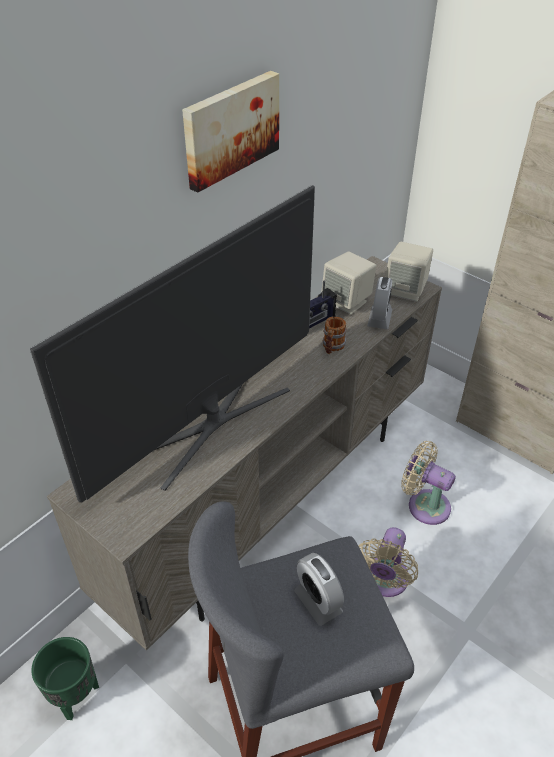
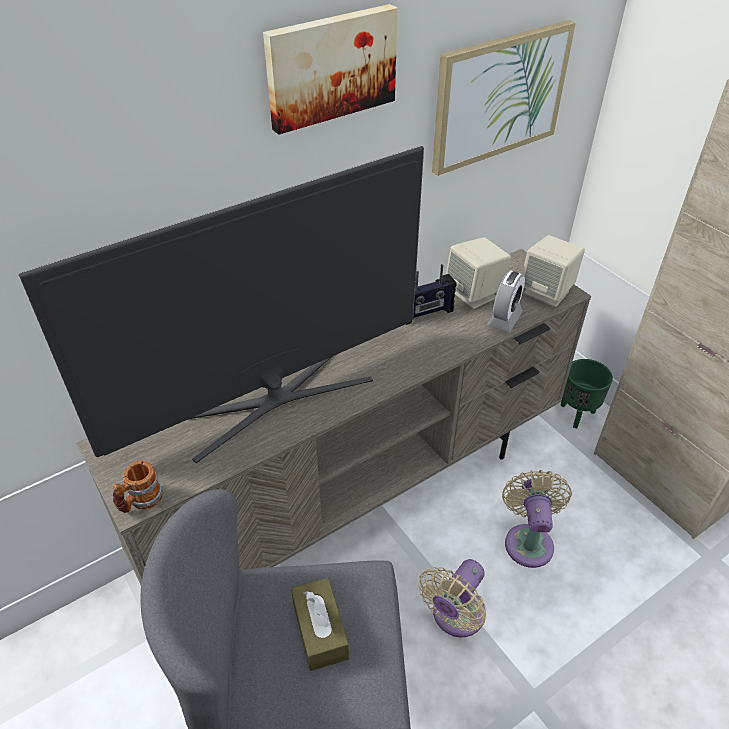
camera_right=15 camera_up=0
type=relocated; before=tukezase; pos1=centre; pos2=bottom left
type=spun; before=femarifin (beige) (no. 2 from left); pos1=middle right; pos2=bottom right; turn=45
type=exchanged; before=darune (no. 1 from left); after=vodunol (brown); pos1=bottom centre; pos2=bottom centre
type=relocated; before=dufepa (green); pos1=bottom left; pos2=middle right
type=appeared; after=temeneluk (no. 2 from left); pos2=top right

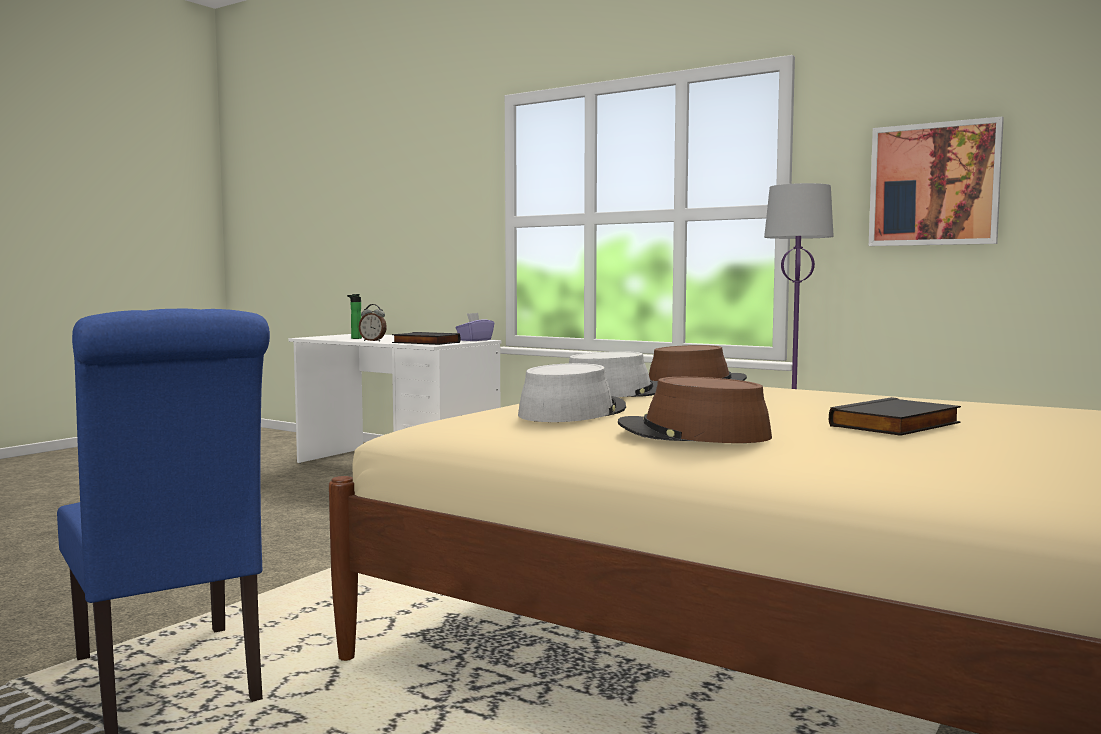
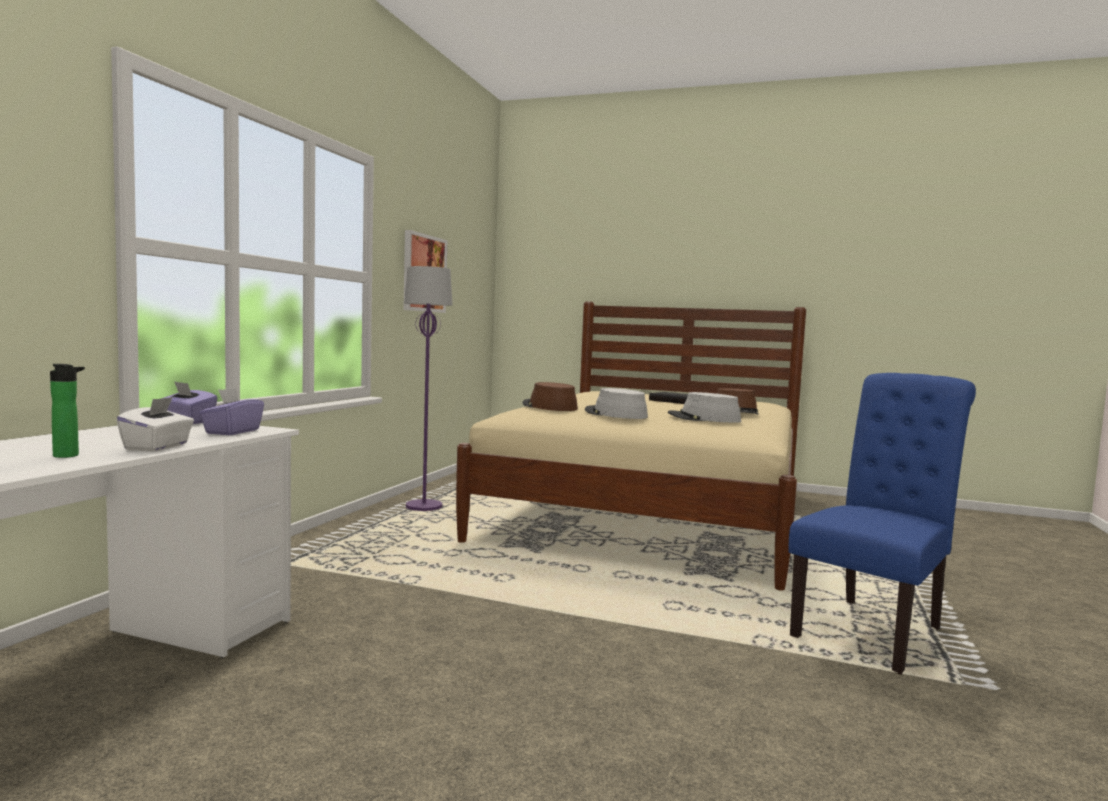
camera_right=-105 camera_up=0
type=exchanged; before=darune; after=vodunol (white); pos1=centre; pos2=middle left
type=exchanged; before=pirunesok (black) (no. 1 from left); after=vodunol (purple) (no. 2 from left); pos1=centre; pos2=middle left

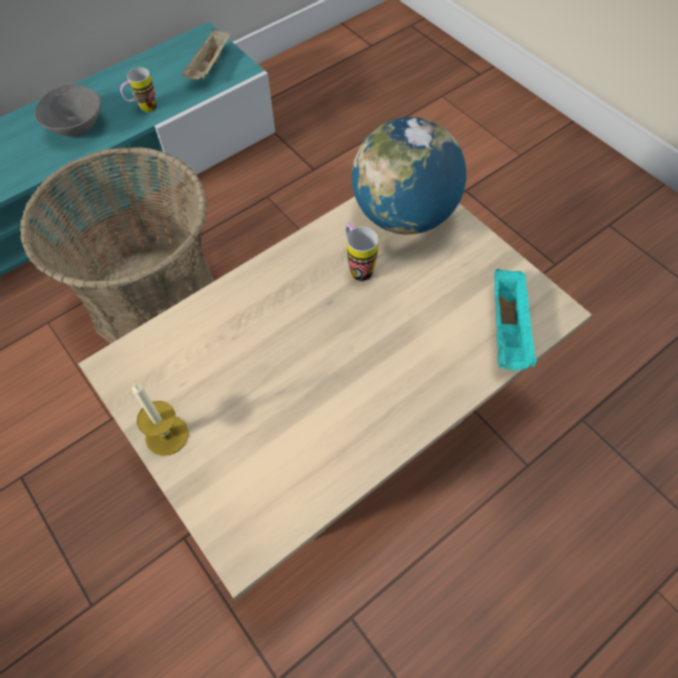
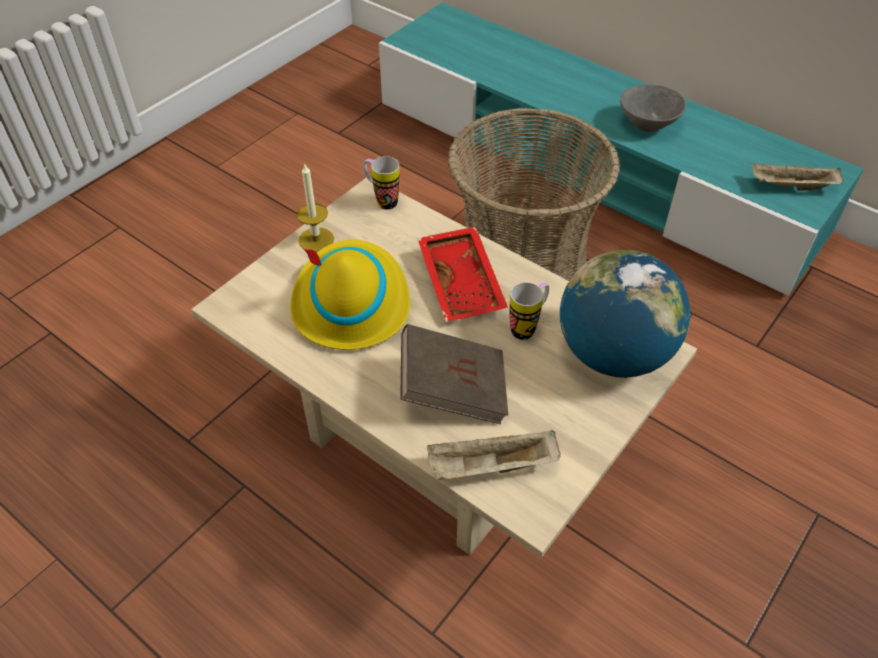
camera_right=75 camera_up=-10
type=relocated; before=tukezase (no. 1 from left); pos1=top left; pos2=top centre
type=colour; before=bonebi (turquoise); after=bonebi (beige) (no. 1 from left); pos1=middle right; pos2=bottom centre
type=appeared; after=bonebi (red); pos2=centre
type=appeared; after=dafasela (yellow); pos2=centre
type=appeared; after=pirunesok (brown); pos2=centre

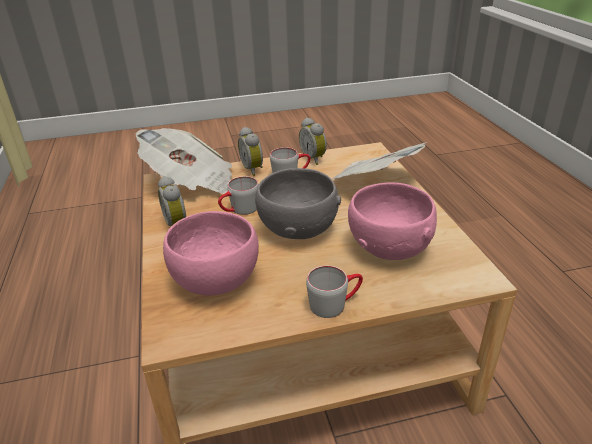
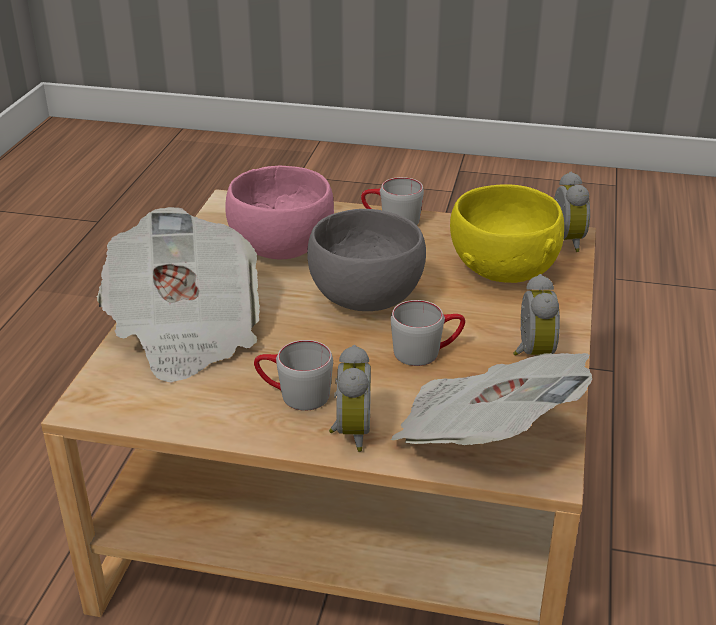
camera_right=-155 camera_up=0
type=relocated; before=darune (no. 3 from left); pos1=top centre; pos2=middle right
type=colour; before=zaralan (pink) (no. 1 from left); after=zaralan (yellow); pos1=centre; pos2=middle right

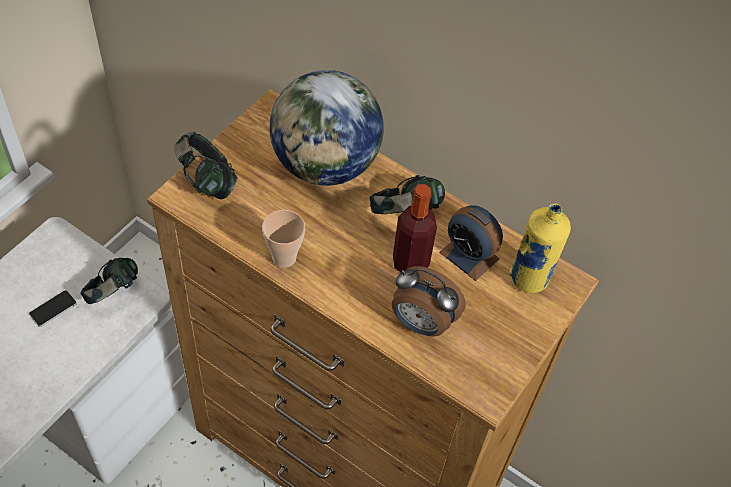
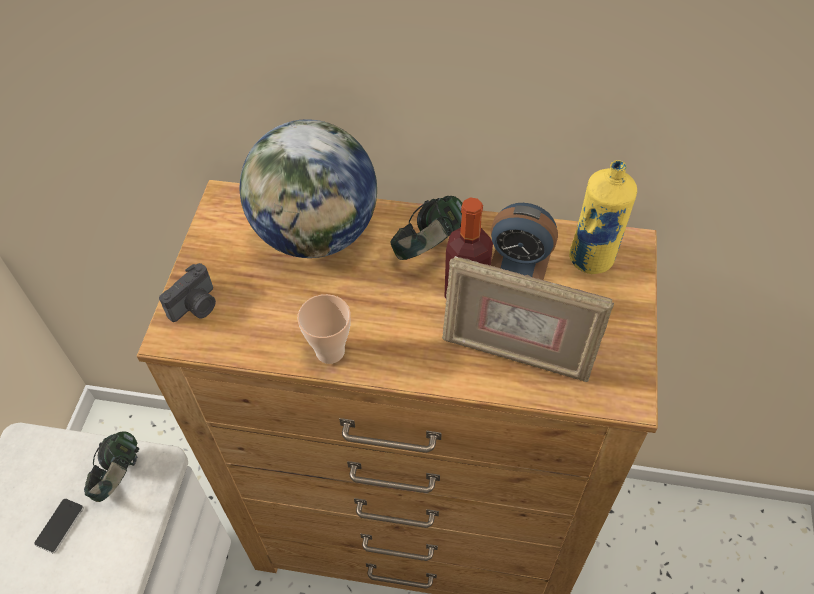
camera_right=-20 camera_up=0
type=exchanged; before=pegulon (no. 2 from left); after=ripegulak; pos1=middle left; pos2=middle left
type=exchanged; before=darune (no. 1 from left); after=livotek; pos1=centre; pos2=centre

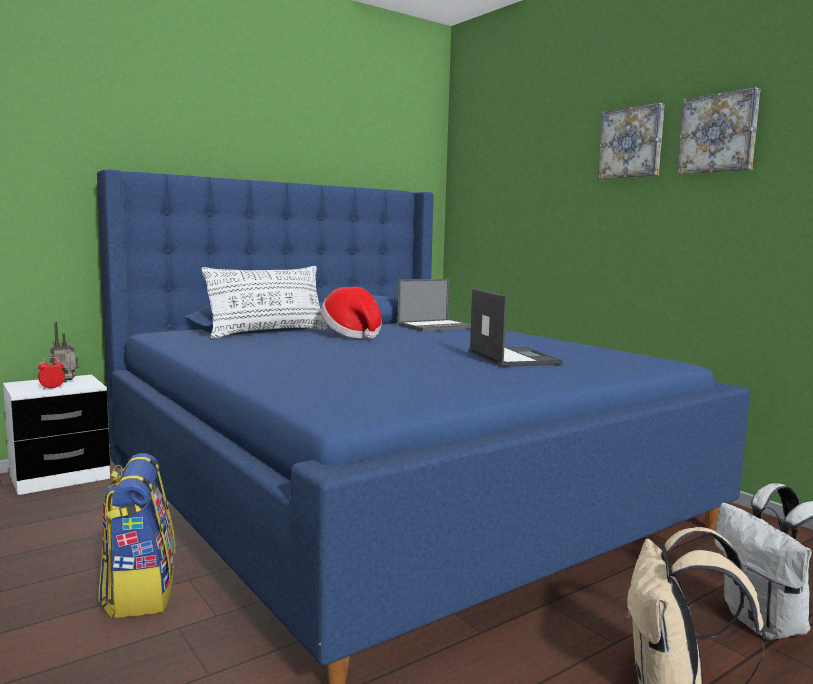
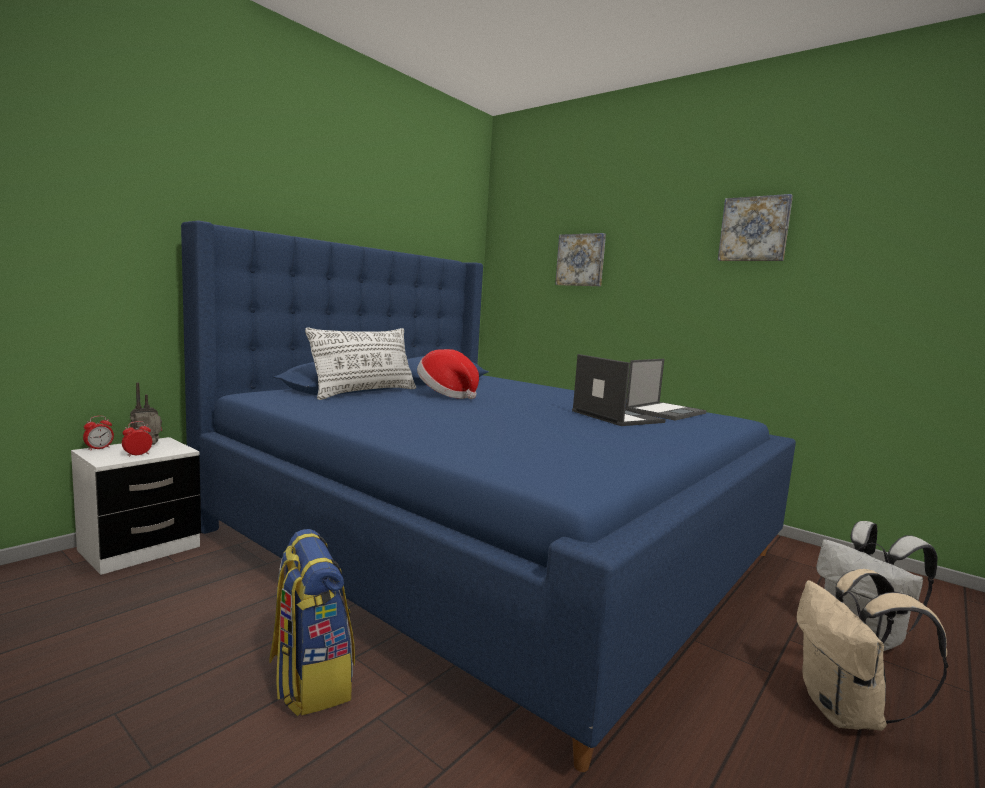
camera_right=-15 camera_up=0
type=relocated; before=temeneluk (no. 1 from left); pos1=top right; pos2=top centre
type=relocated; before=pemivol (no. 1 from left in the first image); after=pemivol (no. 2 from left); pos1=centre; pos2=middle right
type=appeared; after=darune (no. 1 from left); pos2=middle left

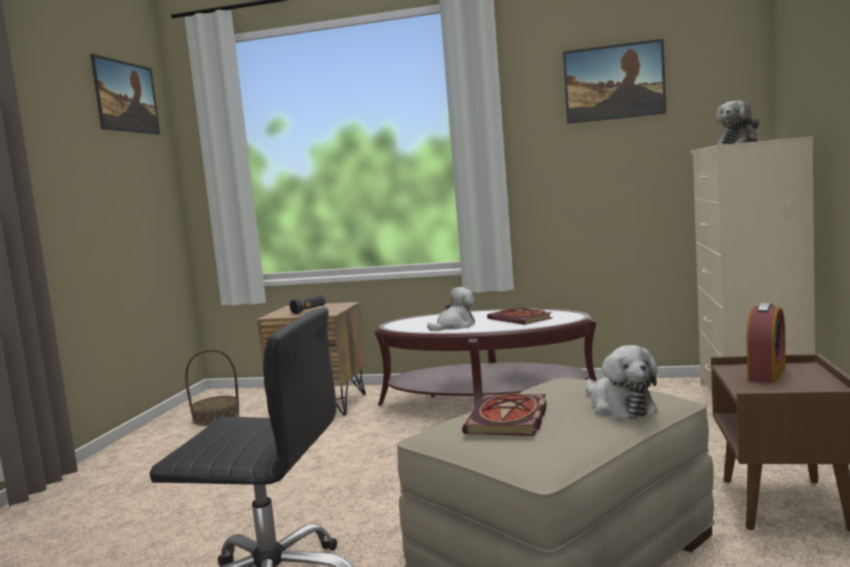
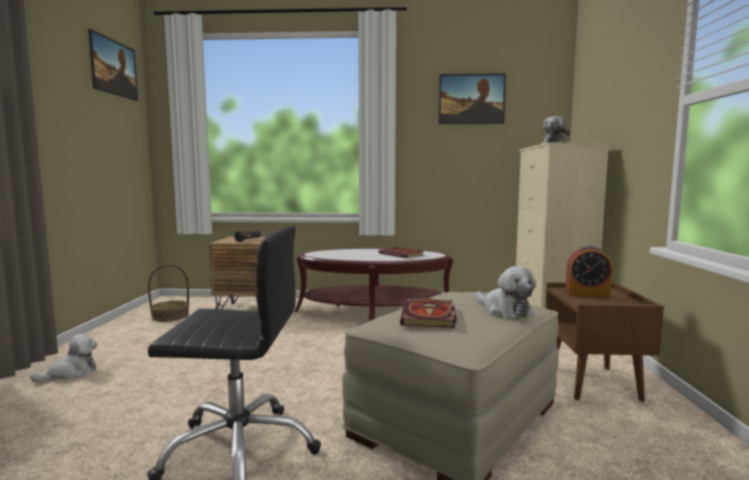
camera_right=-10 camera_up=0
type=relocated; before=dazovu (no. 1 from left); pos1=centre; pos2=bottom left
type=spun; before=darune; pos1=middle right; pos2=middle right; turn=75

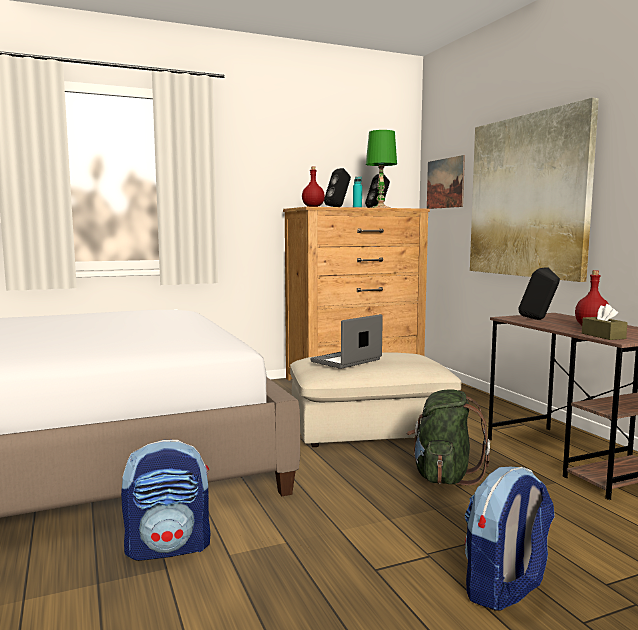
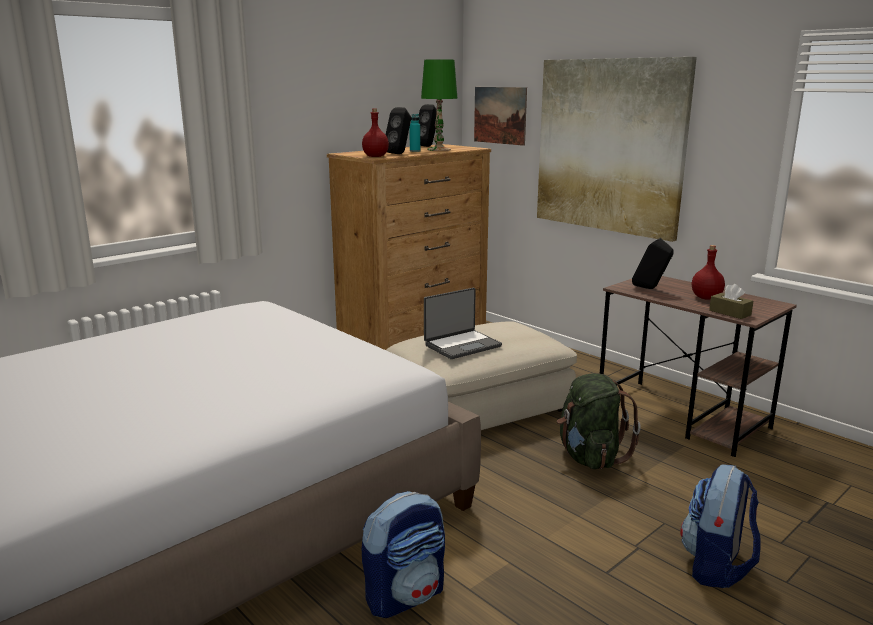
camera_right=-20 camera_up=10
type=spun; before=pemivol; pos1=centre; pos2=centre; turn=-150

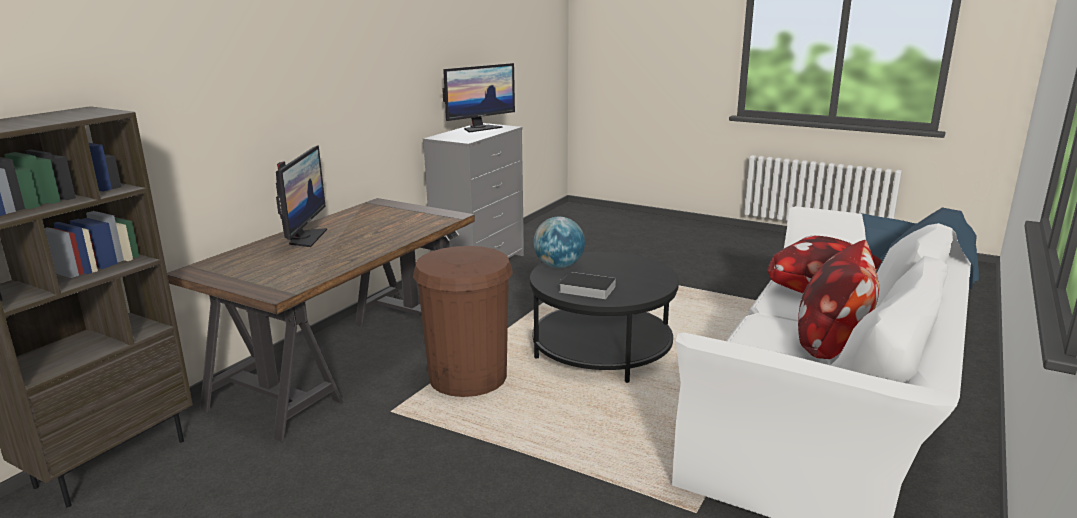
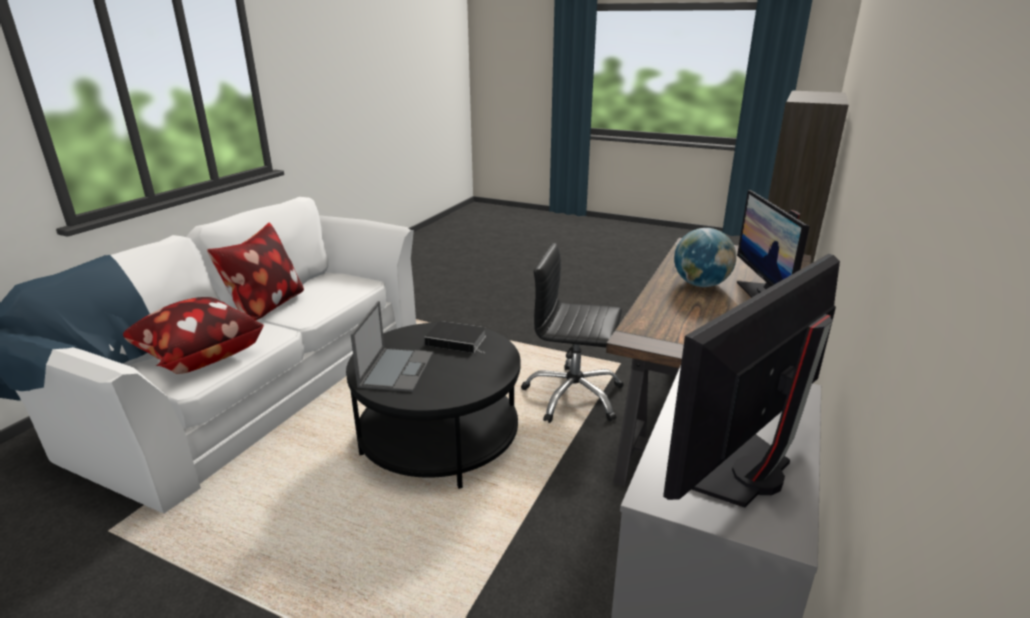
camera_right=175 camera_up=5
type=relocated; before=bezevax; pos1=centre; pos2=middle right
type=exchanged; before=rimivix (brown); after=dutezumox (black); pos1=centre; pos2=centre
type=appeared; after=pemivol; pos2=centre

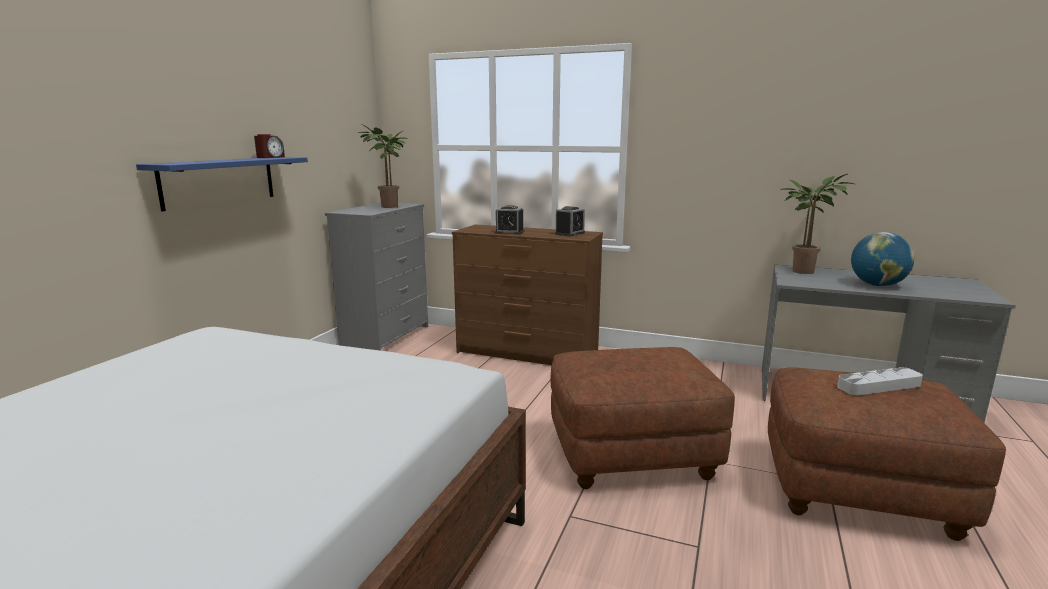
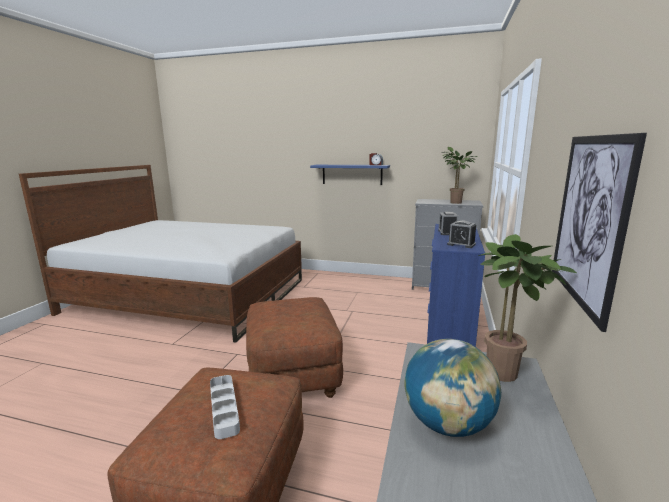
camera_right=85 camera_up=0
type=colour; before=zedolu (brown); after=zedolu (blue); pos1=centre; pos2=middle right
type=appeared; after=temeneluk; pos2=middle right

